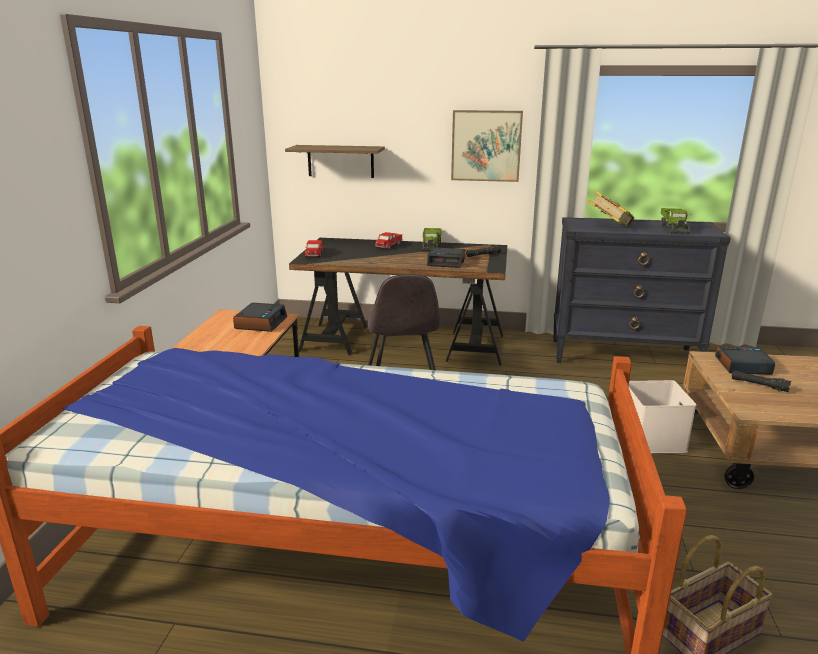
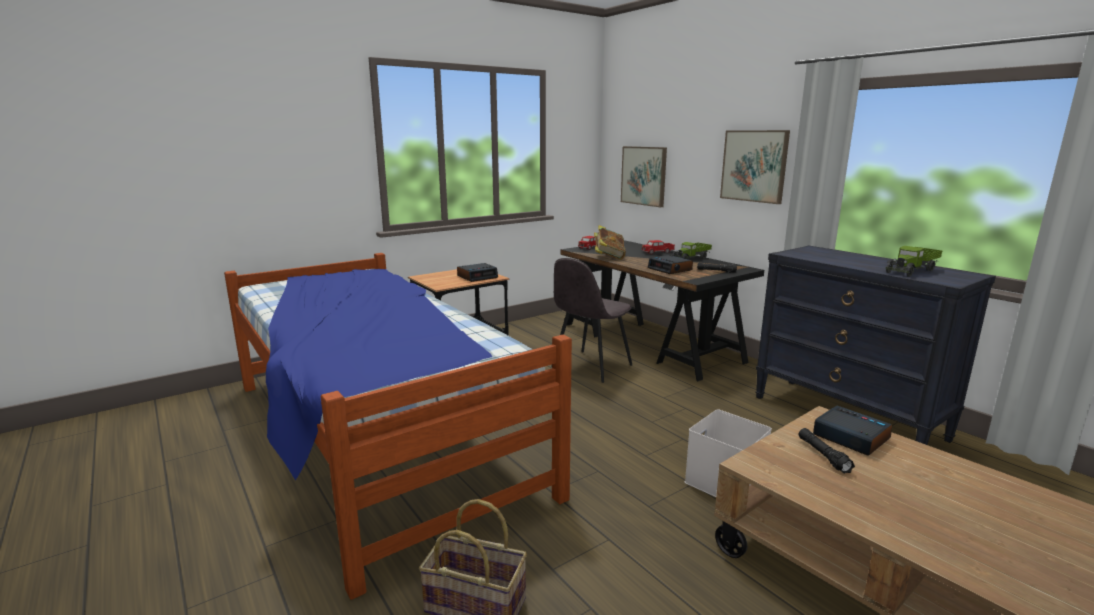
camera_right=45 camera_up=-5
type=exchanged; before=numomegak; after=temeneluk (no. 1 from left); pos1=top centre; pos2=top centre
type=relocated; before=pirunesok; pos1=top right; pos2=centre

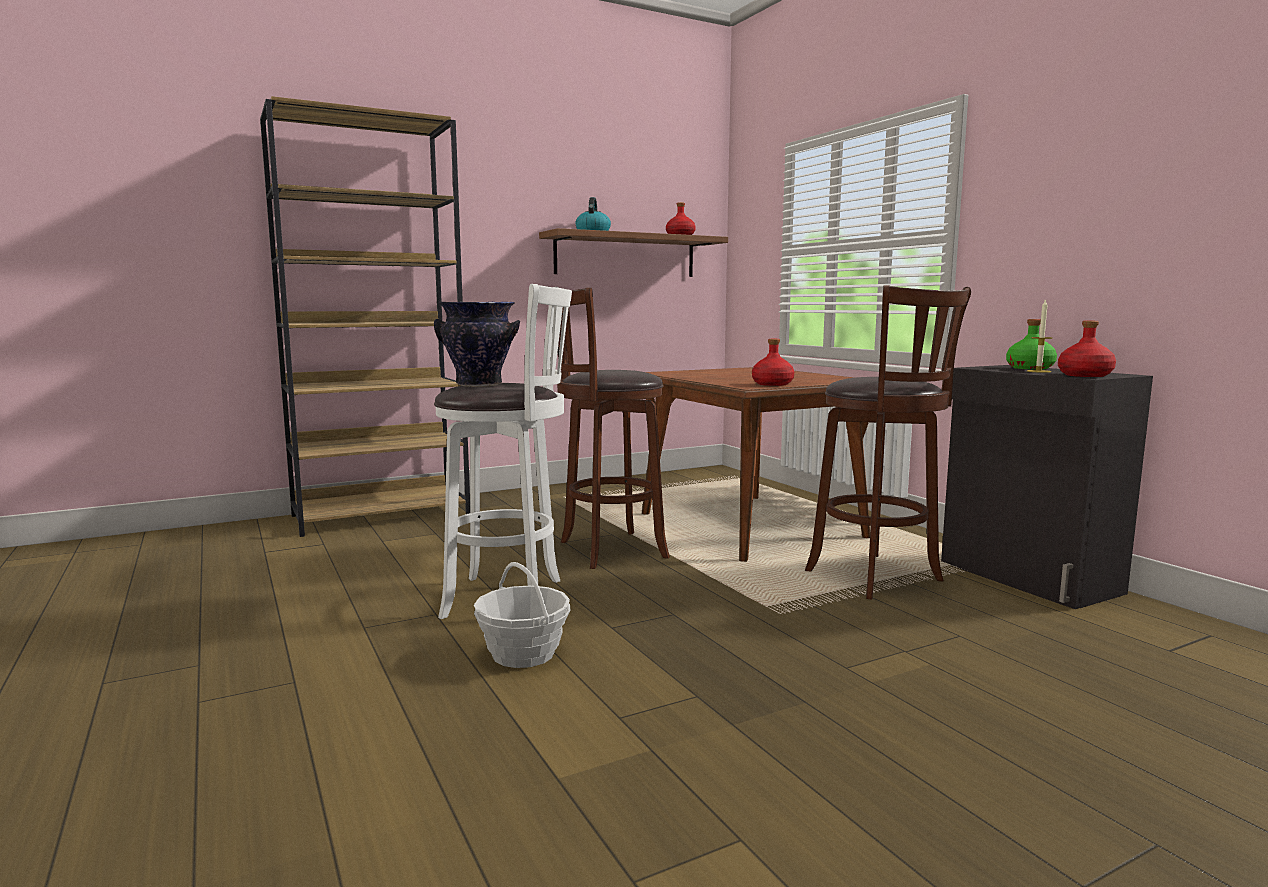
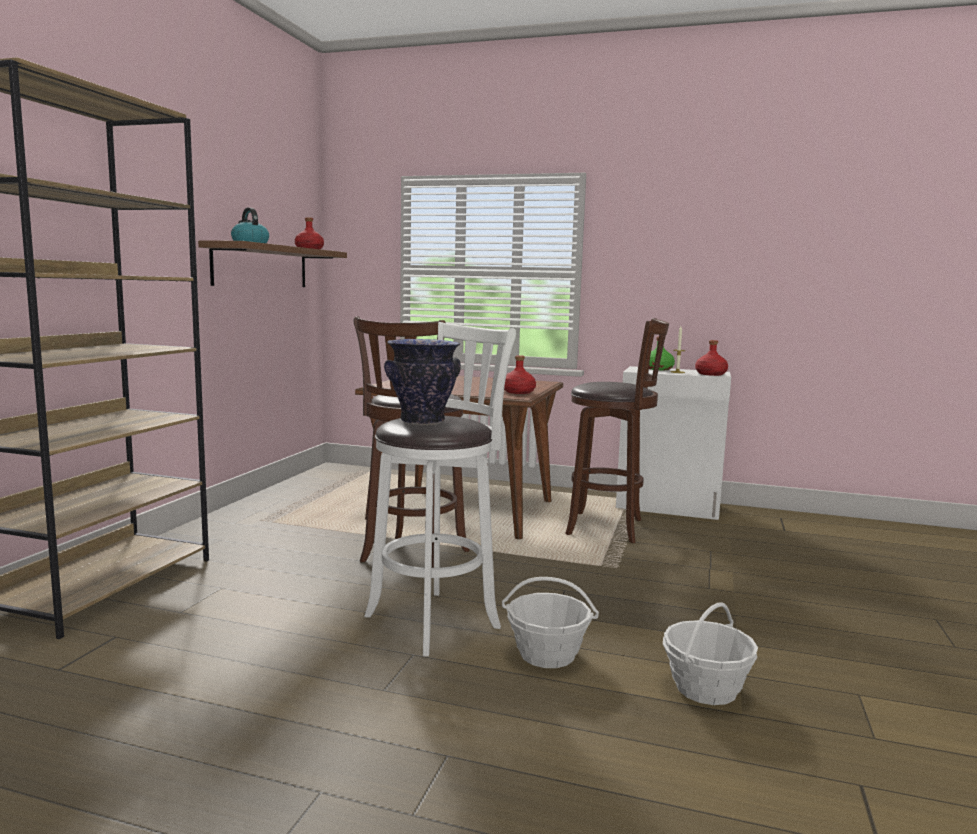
camera_right=-45 camera_up=0
type=colour; before=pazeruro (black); after=pazeruro (white); pos1=middle right; pos2=middle right
type=appeared; after=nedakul (no. 2 from left); pos2=bottom right

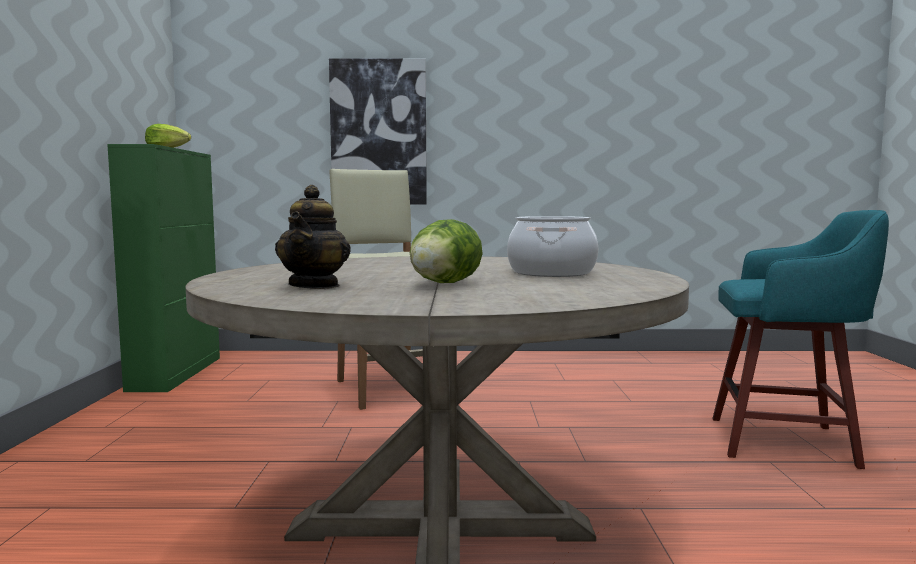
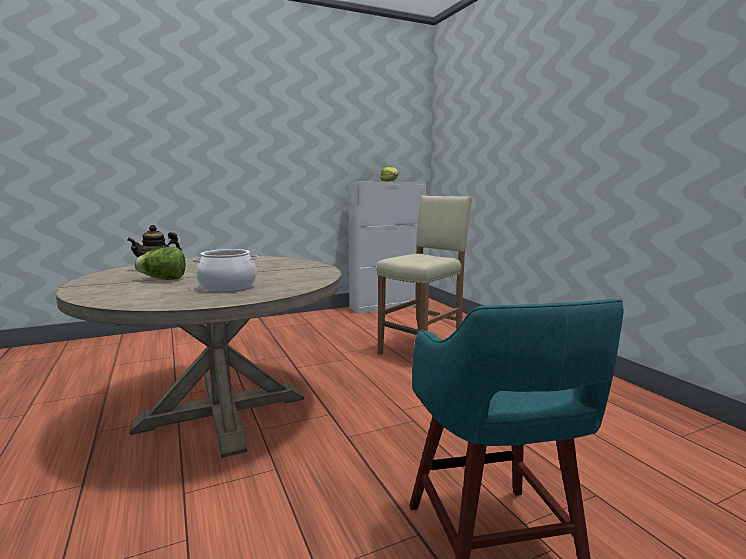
camera_right=65 camera_up=5
type=missing; before=temeneluk; pos1=top centre
type=colour; before=pazeruro (green); after=pazeruro (white); pos1=middle left; pos2=centre

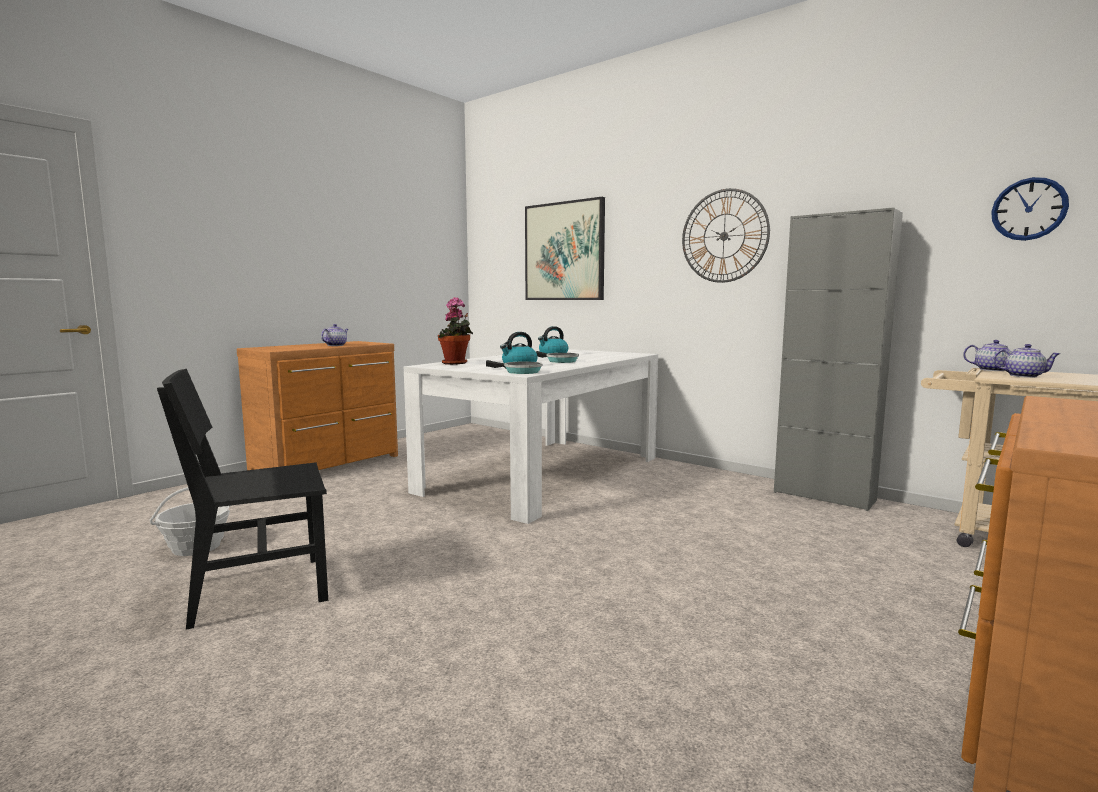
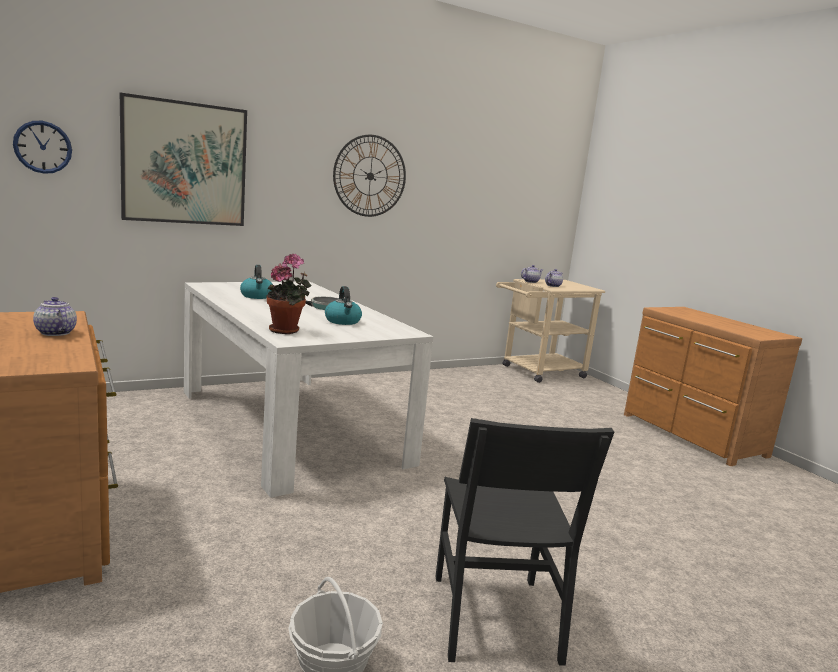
camera_right=-70 camera_up=5
type=relocated; before=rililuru (no. 2 from left in the first image); after=rililuru (no. 1 from left); pos1=top right; pos2=top left
type=missing; before=pazeruro (grey); pos1=middle right
type=missing; before=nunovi (no. 1 from left); pos1=centre

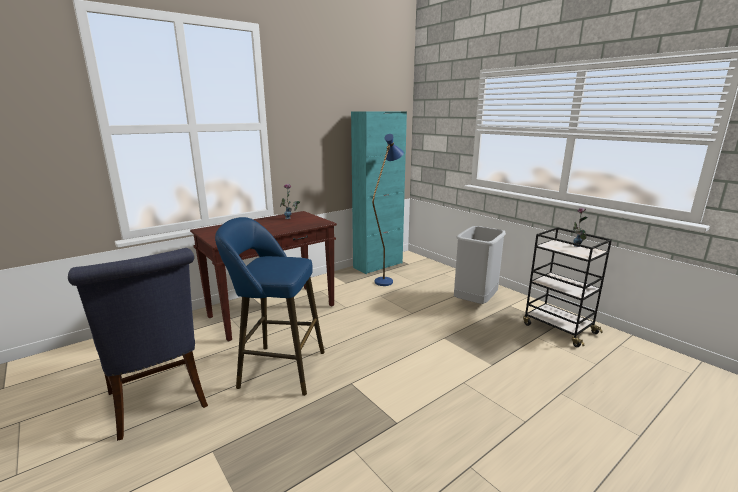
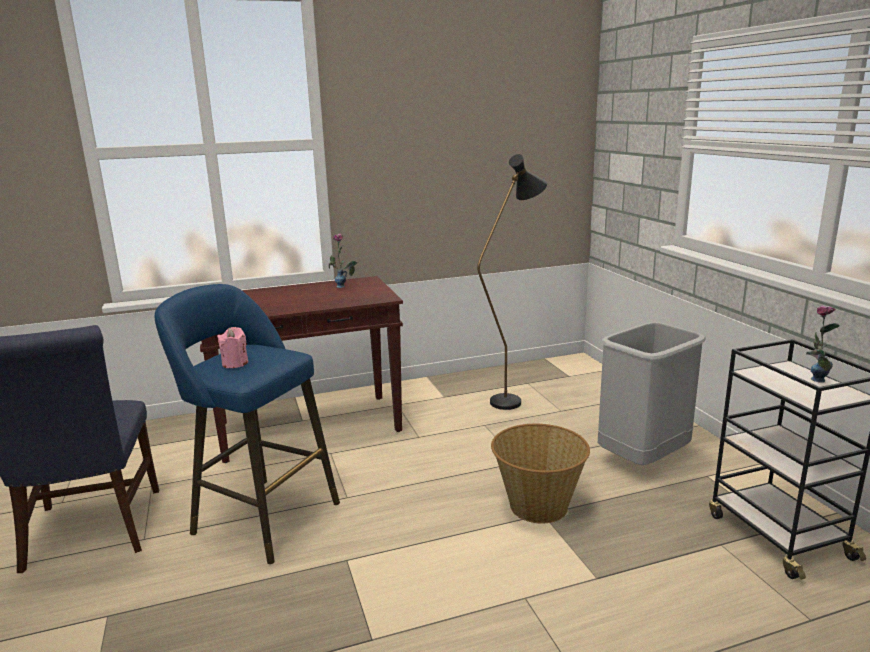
camera_right=20 camera_up=0
type=missing; before=pazeruro (turquoise); pos1=centre
type=colour; before=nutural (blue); after=nutural (black); pos1=centre; pos2=centre
type=appeared; after=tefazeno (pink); pos2=middle left
type=appeared; after=nedakul; pos2=bottom centre

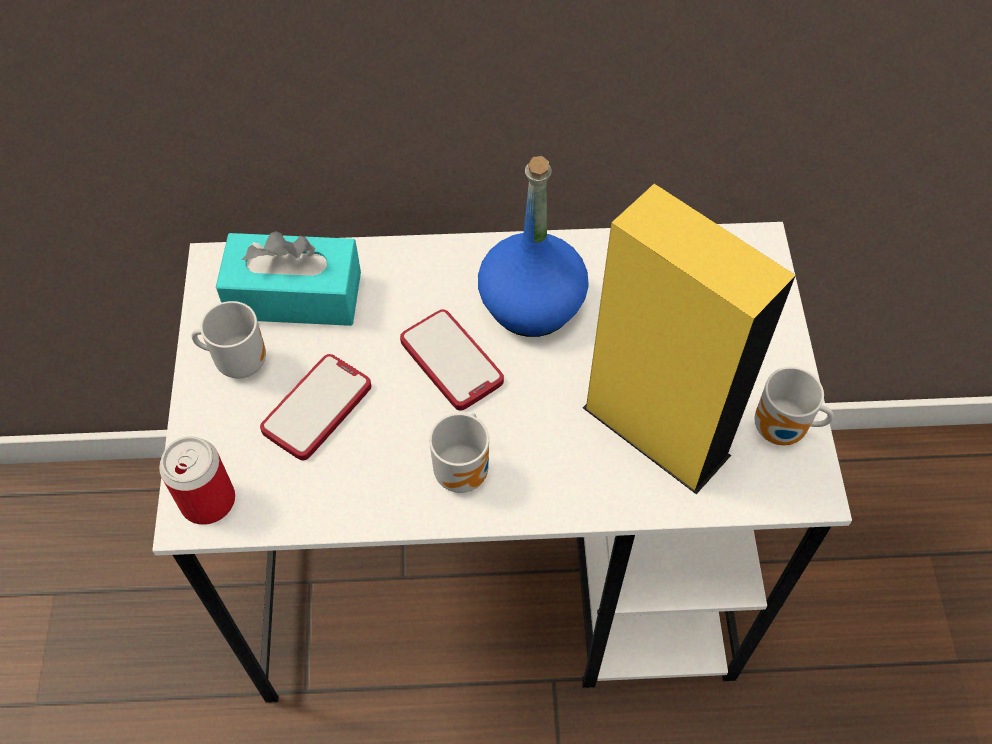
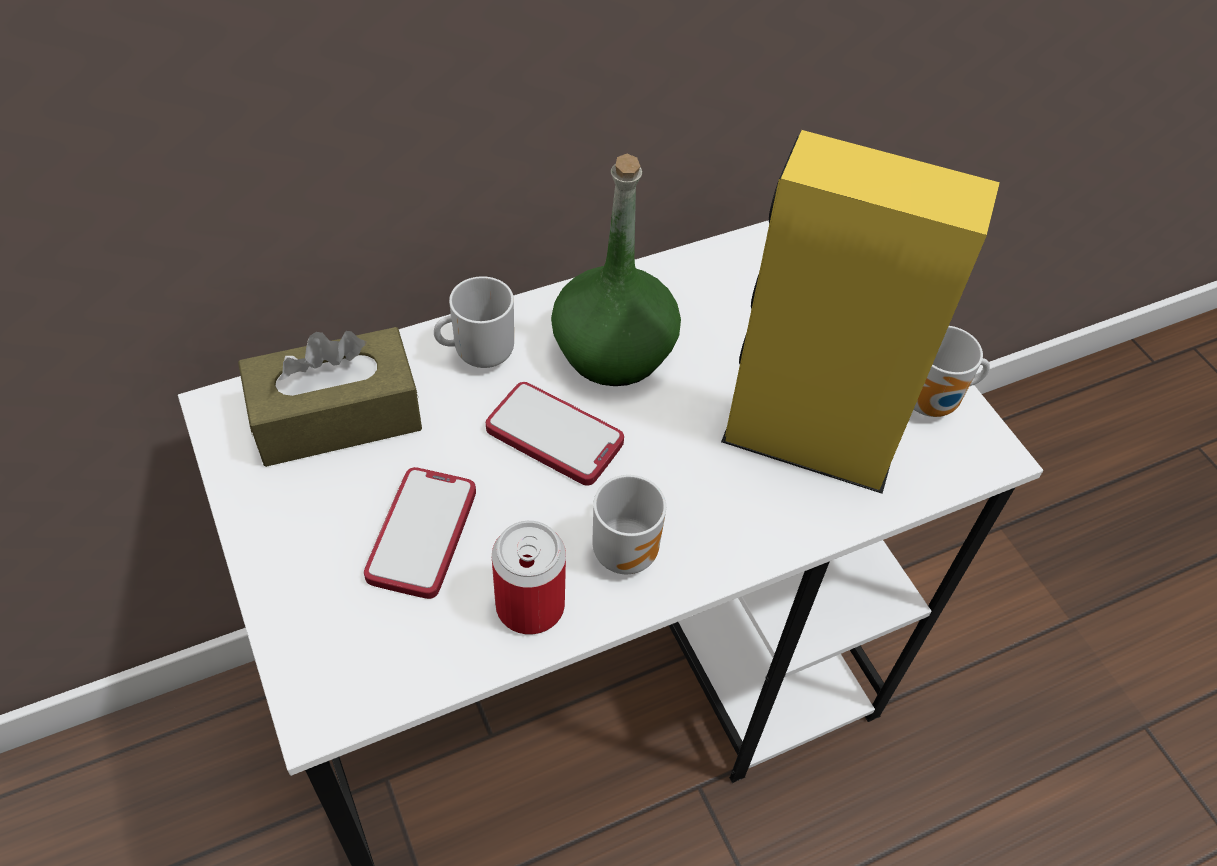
camera_right=-25 camera_up=-5
type=colour; before=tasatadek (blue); after=tasatadek (green); pos1=top centre; pos2=top centre
type=colour; before=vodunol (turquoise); after=vodunol (brown); pos1=middle left; pos2=middle left
type=relocated; before=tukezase (no. 1 from left); pos1=middle left; pos2=centre
type=relocated; before=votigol; pos1=middle left; pos2=bottom centre

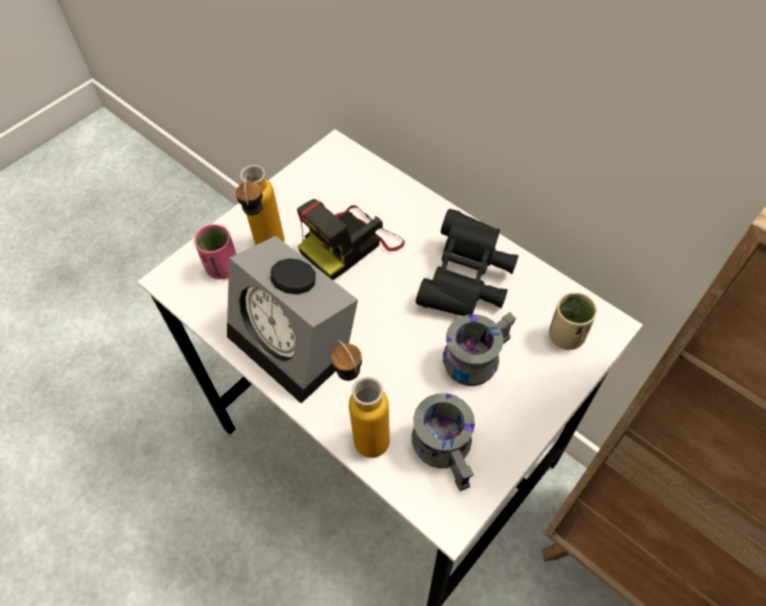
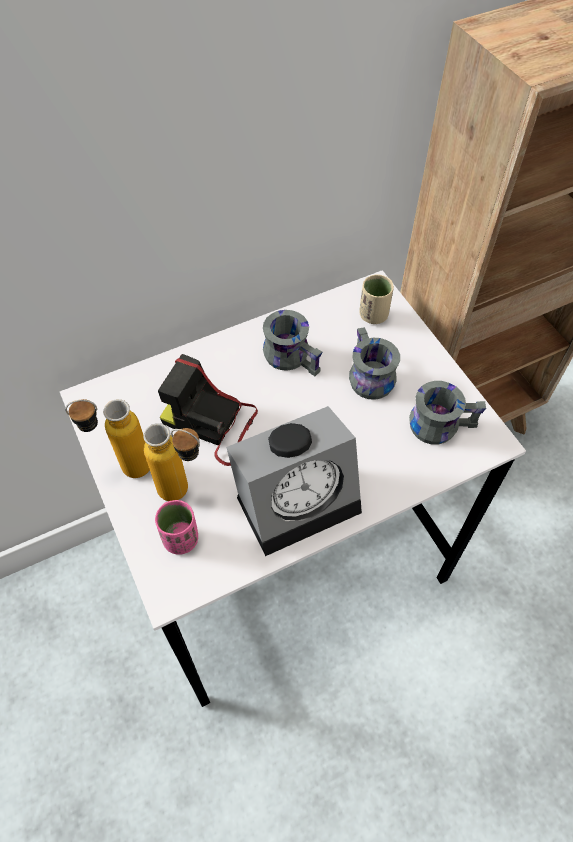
camera_right=-70 camera_up=0
type=spun; before=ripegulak; pos1=centre; pos2=centre; turn=135
type=exchanged; before=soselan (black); after=tukezase (grey) (no. 1 from left); pos1=centre; pos2=centre
type=relocated; before=tasatadek (no. 2 from left in the first image); after=tasatadek (no. 1 from left); pos1=centre; pos2=middle left

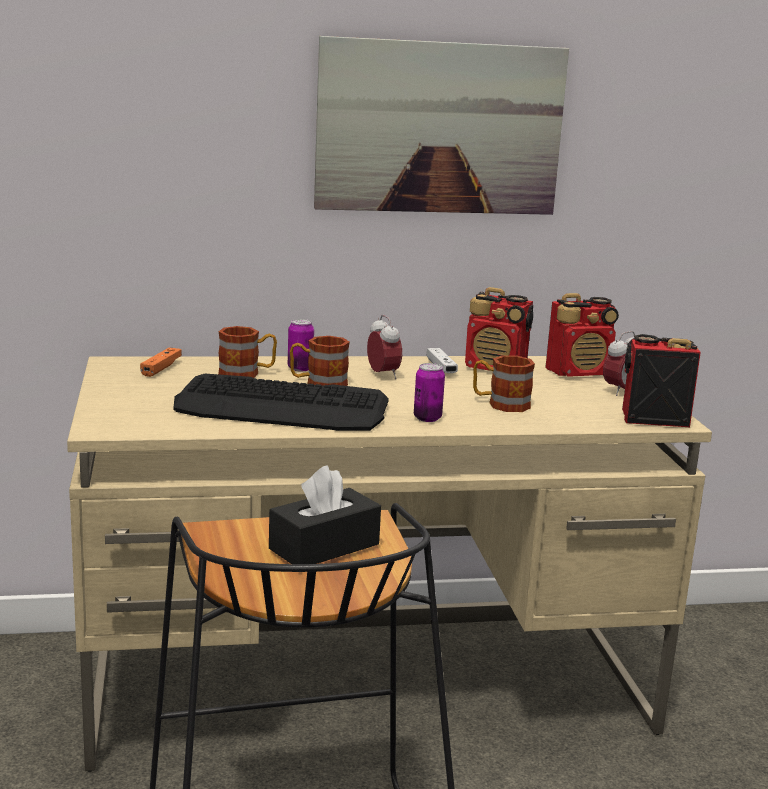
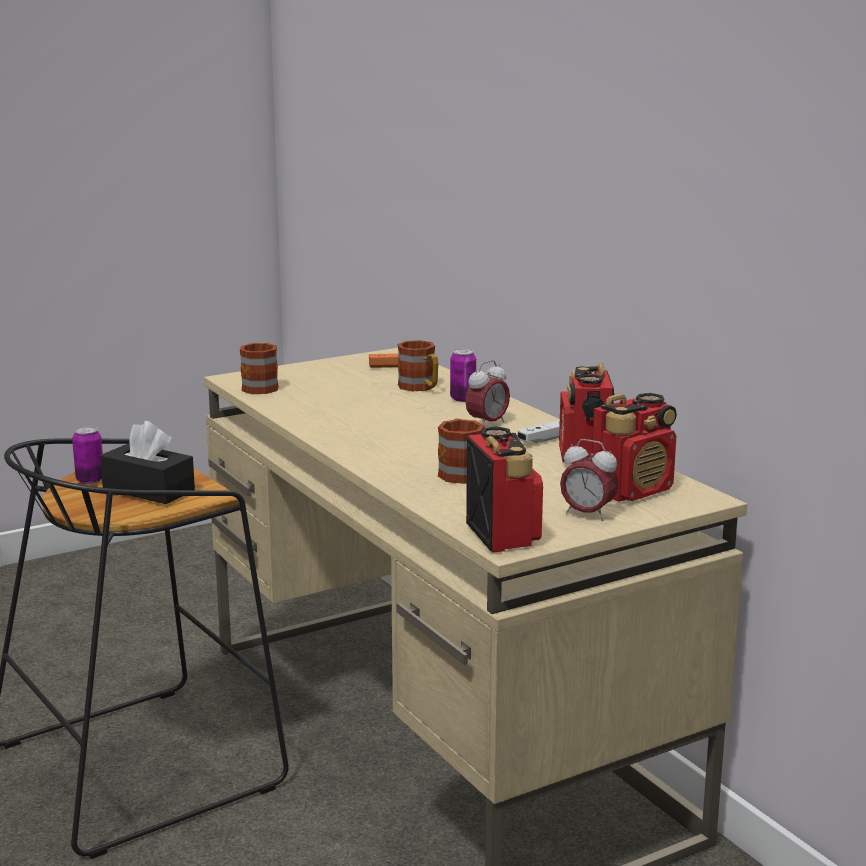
camera_right=70 camera_up=0
type=missing; before=temeneluk; pos1=top centre
type=spun; before=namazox (no. 2 from left in the first image); pos1=middle right; pos2=middle right; turn=-90
type=relocated; before=tukezase (no. 2 from left in the first image); after=tukezase (no. 1 from left); pos1=centre; pos2=middle left
type=relocated; before=votigol (no. 2 from left in the first image); after=votigol (no. 1 from left); pos1=centre; pos2=middle left
type=missing; before=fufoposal; pos1=centre

